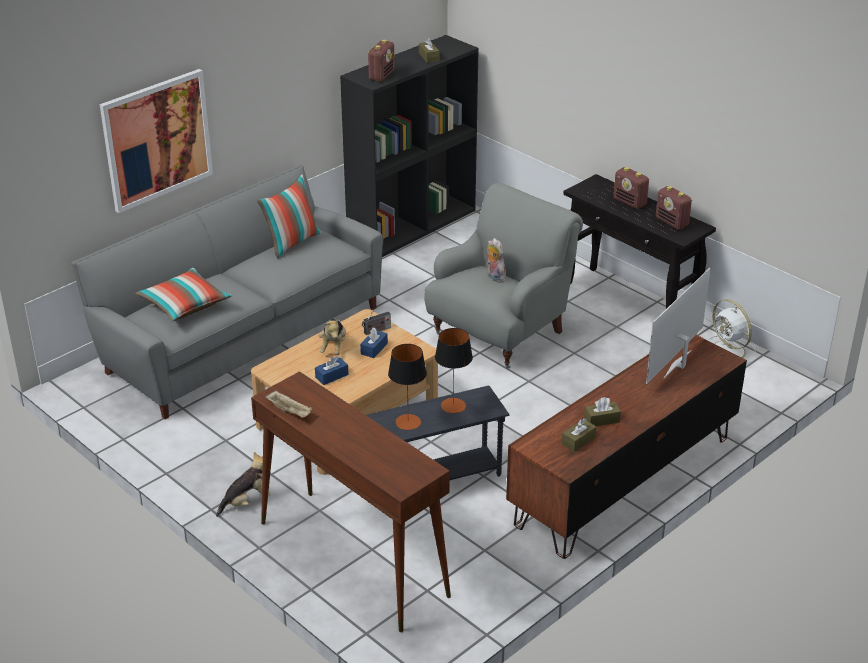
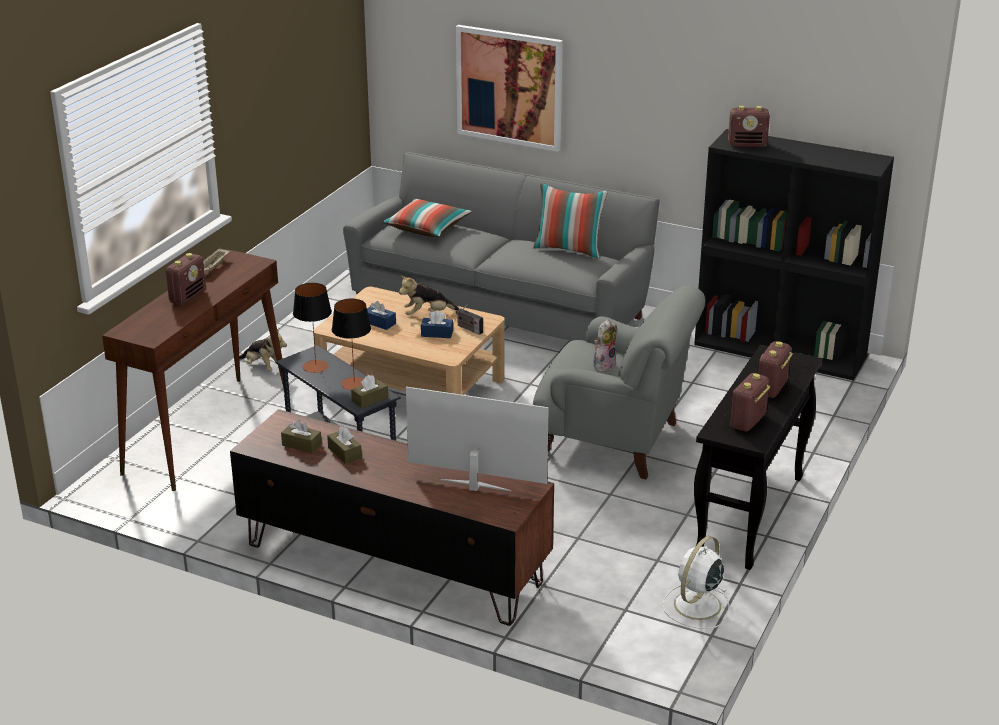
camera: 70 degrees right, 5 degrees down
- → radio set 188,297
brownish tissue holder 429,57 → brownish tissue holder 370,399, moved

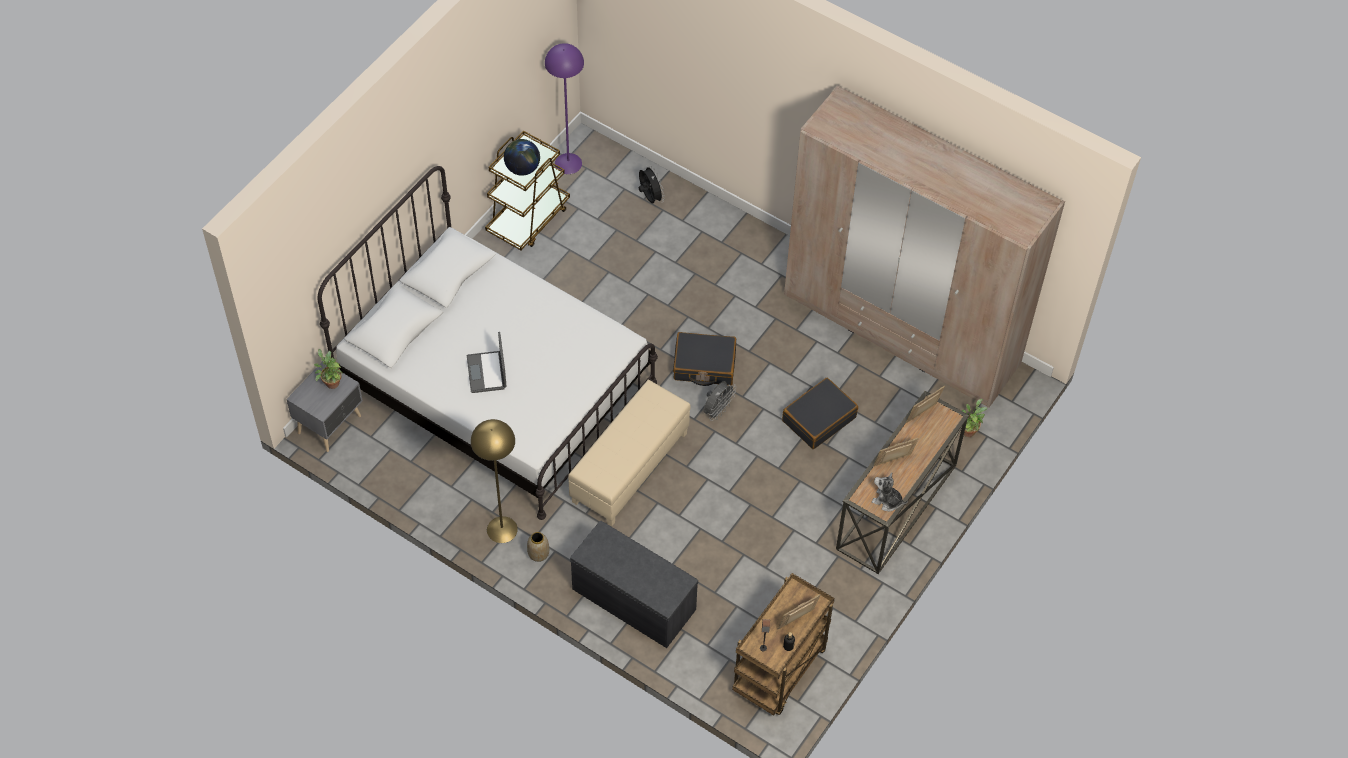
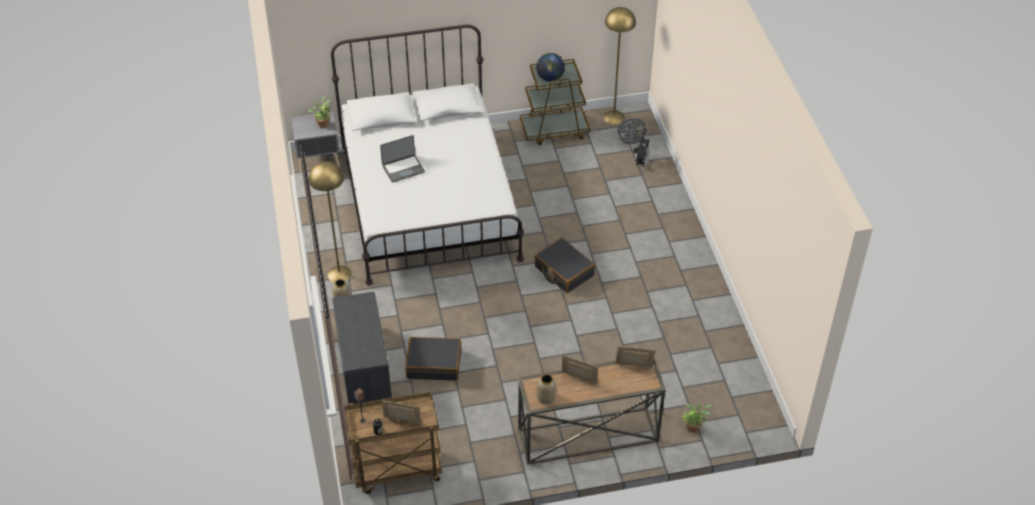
camera: 45 degrees right, 10 degrees down
sand-coloured footrest 629,466 → -
sand-coloured armoire 900,330 → -
gray fan 717,411 → gray fan 631,143, moved
black-coloured suitcase 818,419 → black-coloured suitcase 434,364, moved
cuddly toy 887,501 → flower vase 546,398
purple-coloured standing lamp 568,163 → yellow standing lamp 614,117
portable computer 487,372 → portable computer 403,168, 150 degrees counterclockwise

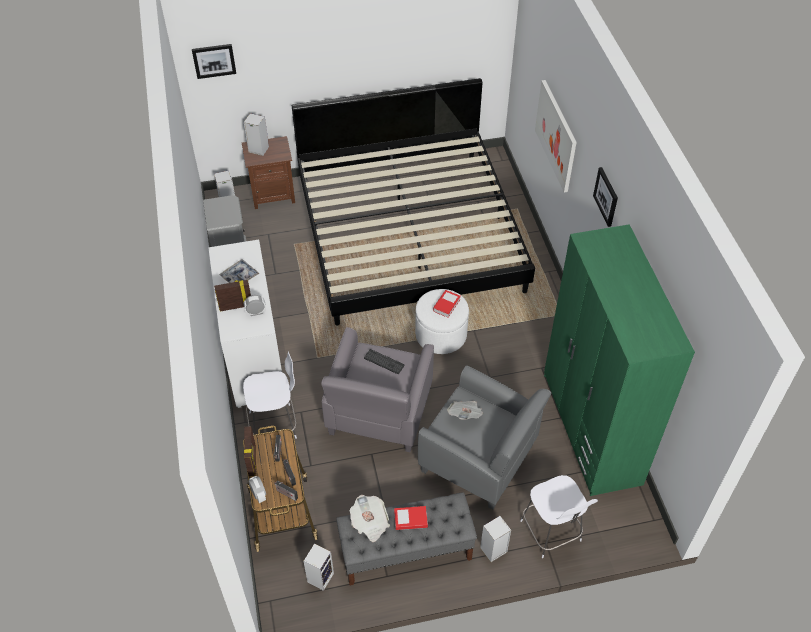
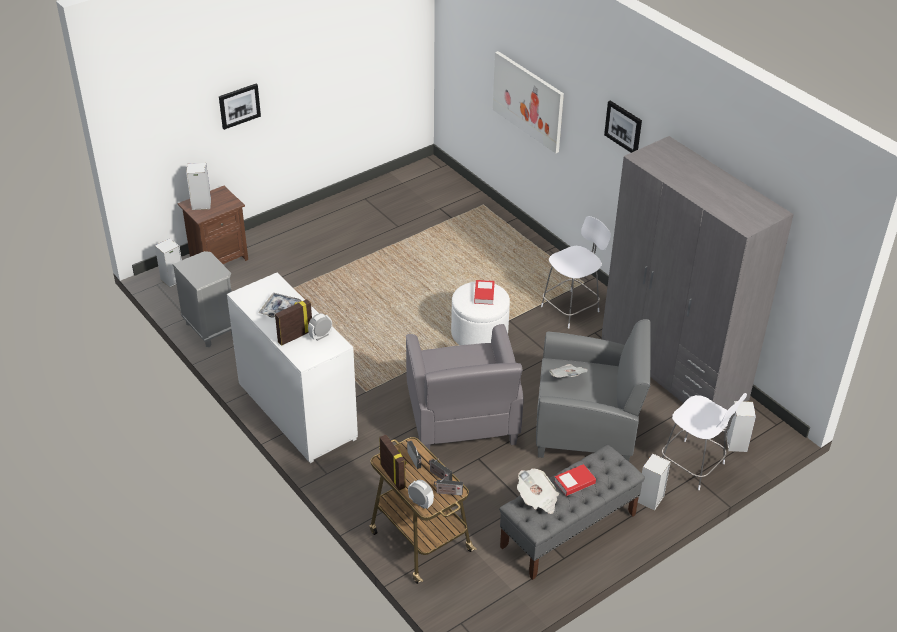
camera: 25 degrees left, 10 degrees down
sleeping bed 409,233 → -
computer keyboard 384,361 → -
picture 214,60 → picture 239,105, moved
white upright chair 275,425 → white upright chair 571,308, moved
loudspeaker 320,577 → loudspeaker 735,443, moved
greenish armoire 591,428 → gray armoire 673,369

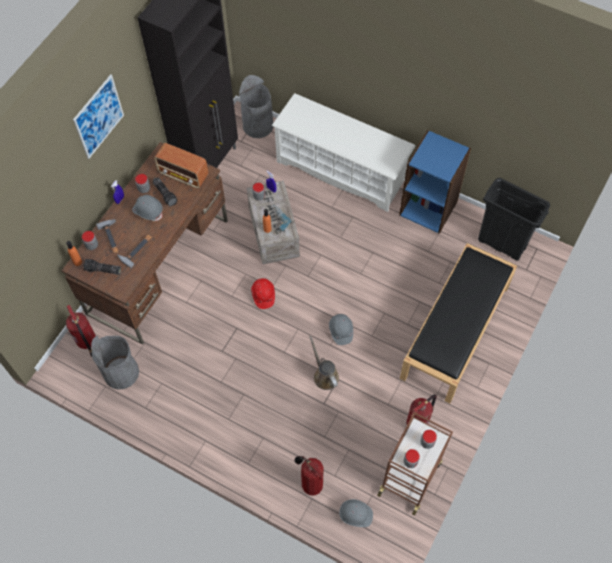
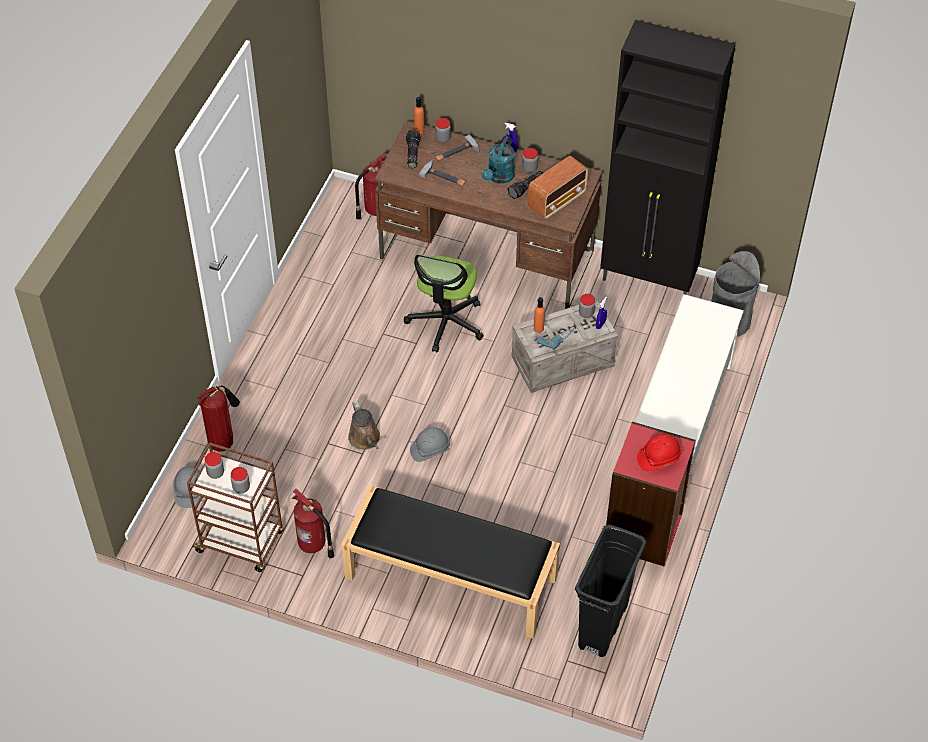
camera: 80 degrees right, 10 degrees down
picture 98,117 → -
gray waste bin 121,372 → -
- → office chair 446,322
reddish safety helmet 263,295 → reddish safety helmet 658,458, moved
gray safety helmet 148,211 → turquoise-coloured watering can 499,177
blue bookshelf 428,207 → reddish bookshelf 644,531
radio set 184,175 → radio set 557,201, 150 degrees counterclockwise
brownish watering can 324,375 → brownish watering can 365,439, 105 degrees clockwise

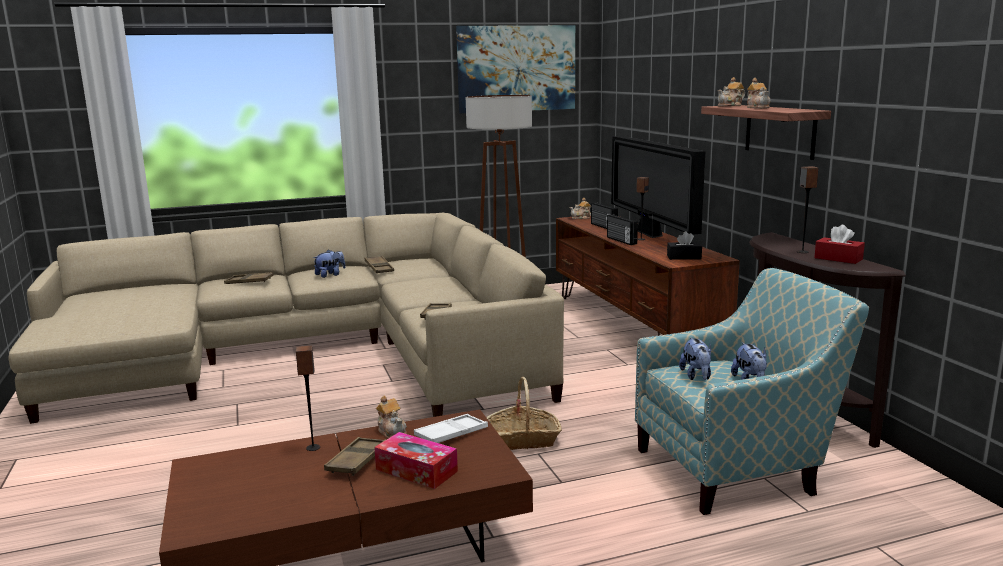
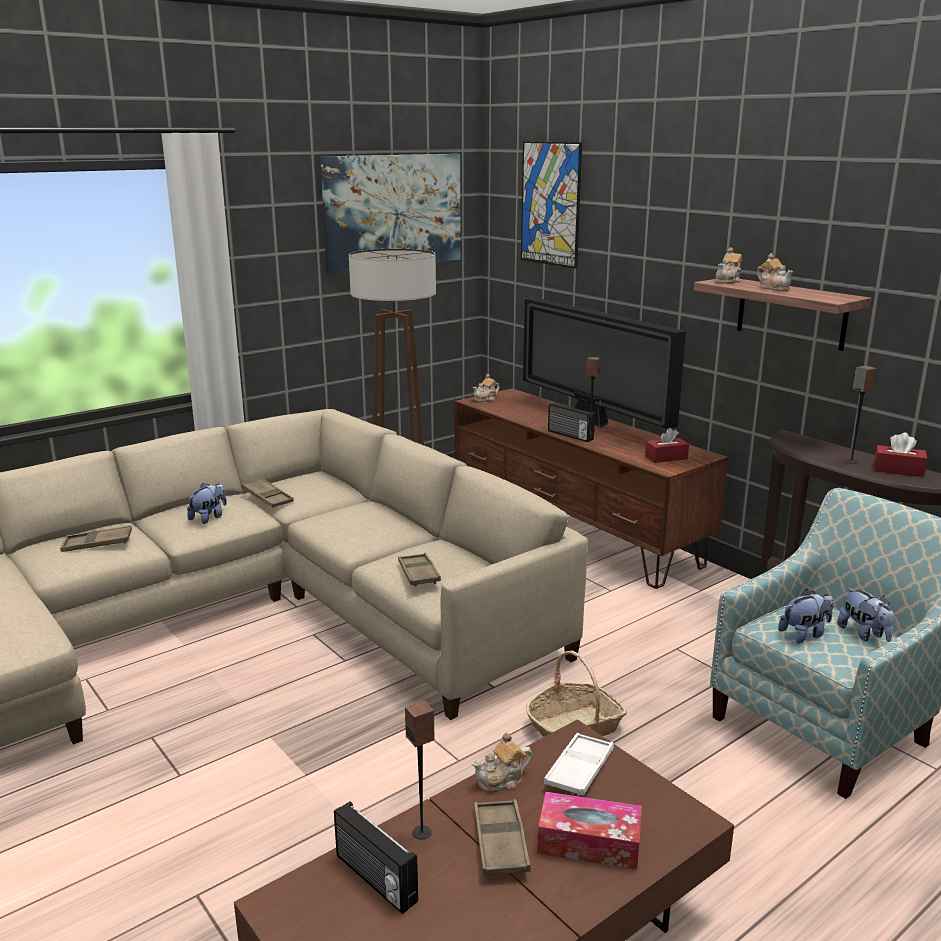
camera: 20 degrees left, 5 degrees up
- → picture 550,204
radio set 603,226 → radio set 374,879, moved
black-coloured tissue holder 684,257 → reddish tissue holder 666,458
teapot 392,431 → teapot 502,780, 120 degrees clockwise
cuddly toy 696,376 → cuddly toy 805,634, 90 degrees counterclockwise

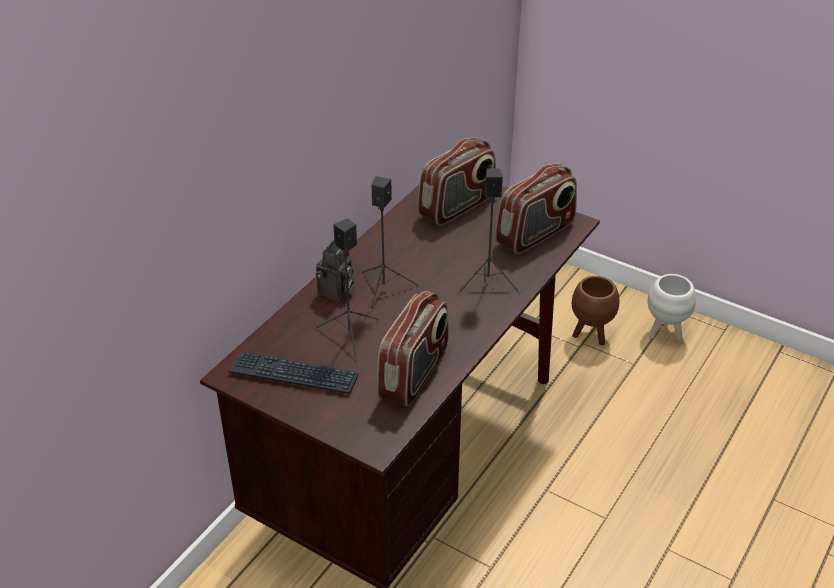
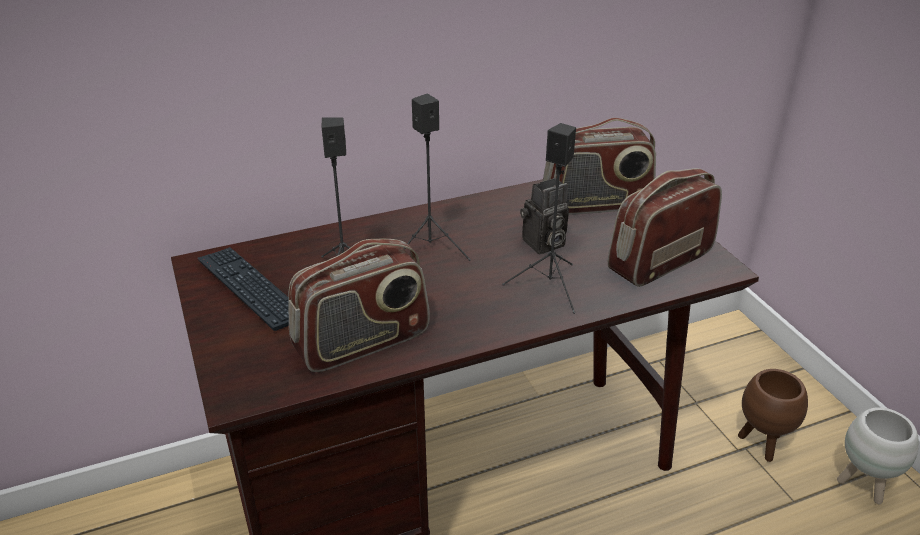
camera: 35 degrees right, 5 degrees down
photo camera 336,292 → photo camera 543,244, moved
radio set 535,234 → radio set 659,261, 150 degrees clockwise

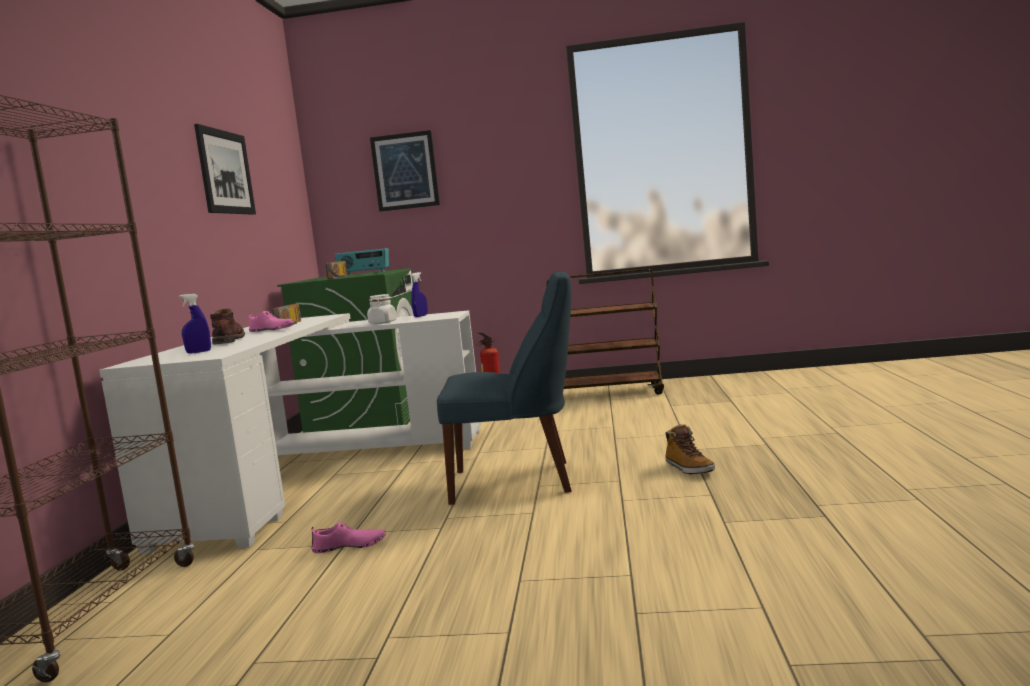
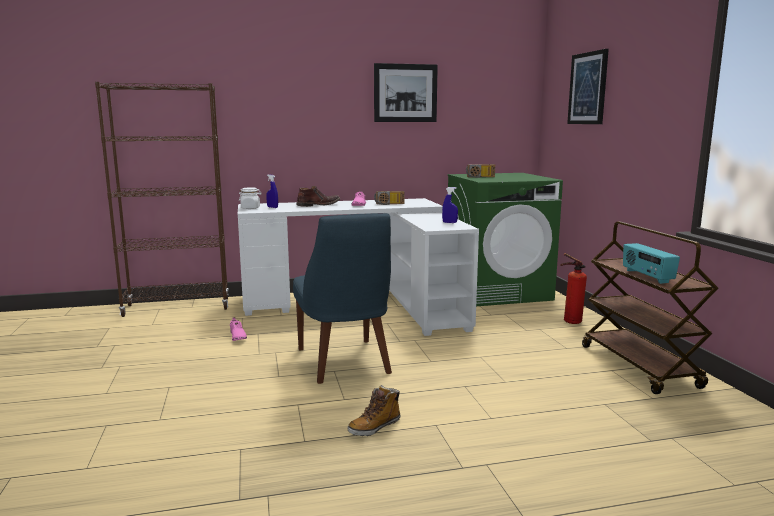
camera: 70 degrees right, 5 degrees up
radio set 364,273 → radio set 647,276, moved
white storage jar 383,322 → white storage jar 250,208, moved

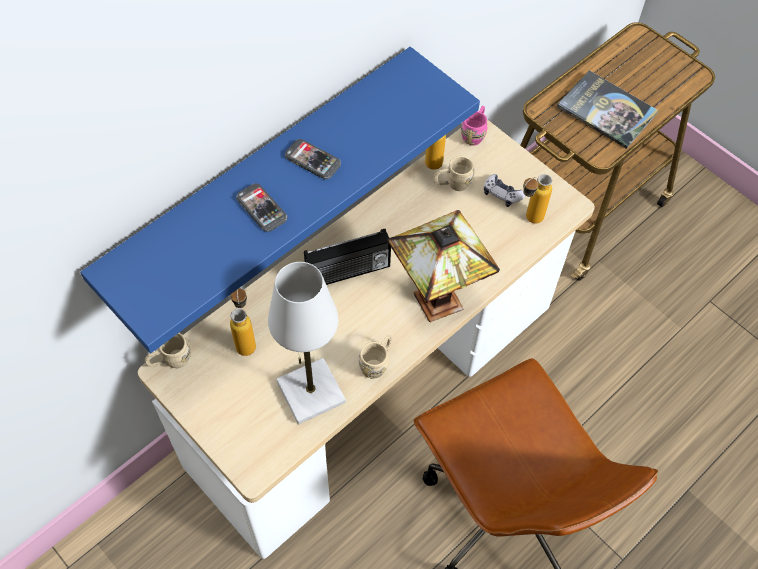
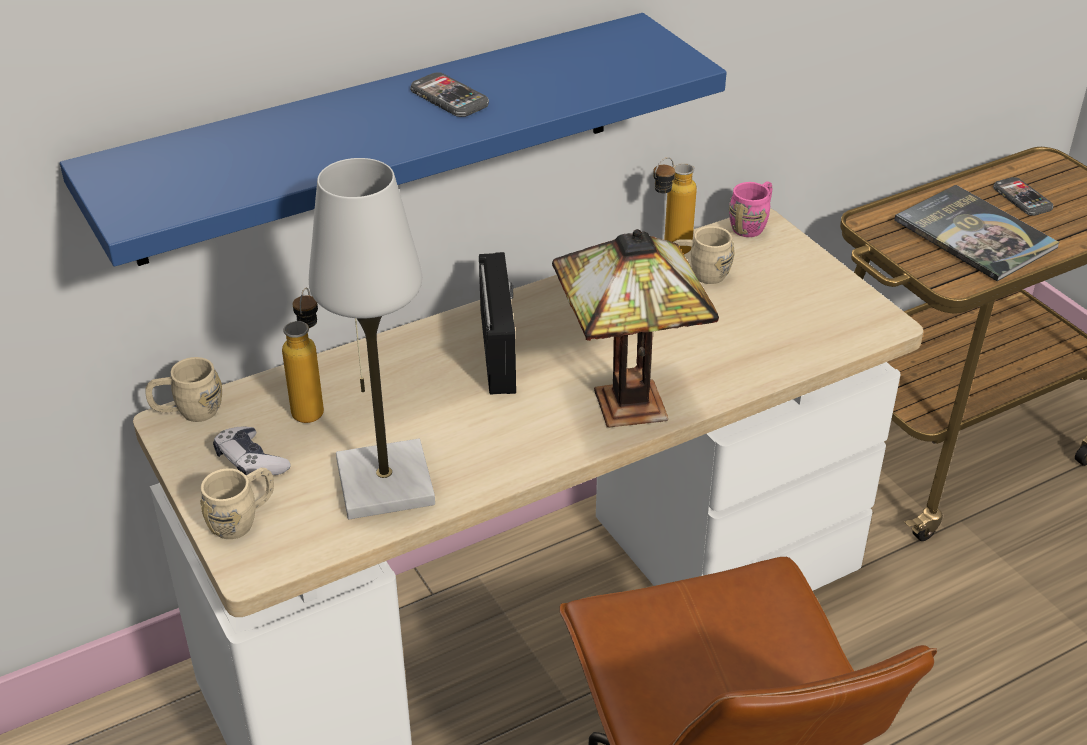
camera: 15 degrees right, 20 degrees down
bottle 528,220 → -
handset 261,208 → handset 1022,198, moved
sand-coloured tea mug 377,363 → sand-coloured tea mug 243,519, moved
joypad 502,194 → joypad 251,462, moved
radio set 348,273 → radio set 500,351, 90 degrees counterclockwise

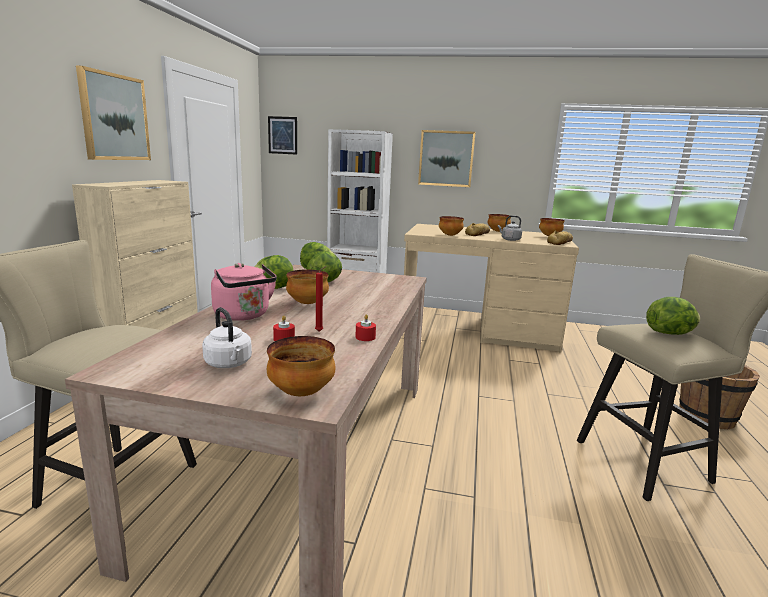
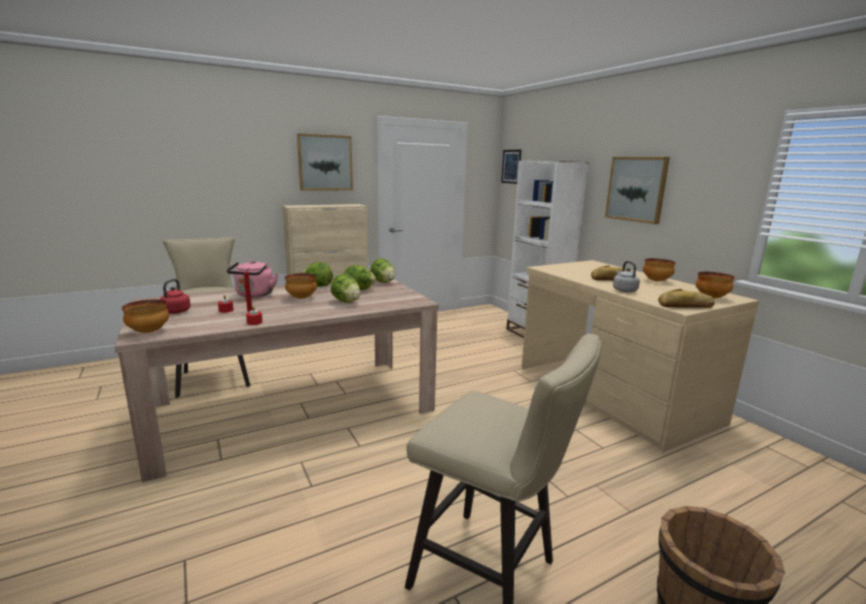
camera: 50 degrees right, 0 degrees up
deep dish 450,235 → -
lettuce head 670,333 → lettuce head 346,302, moved
white kettle 229,364 → reddish kettle 174,312

